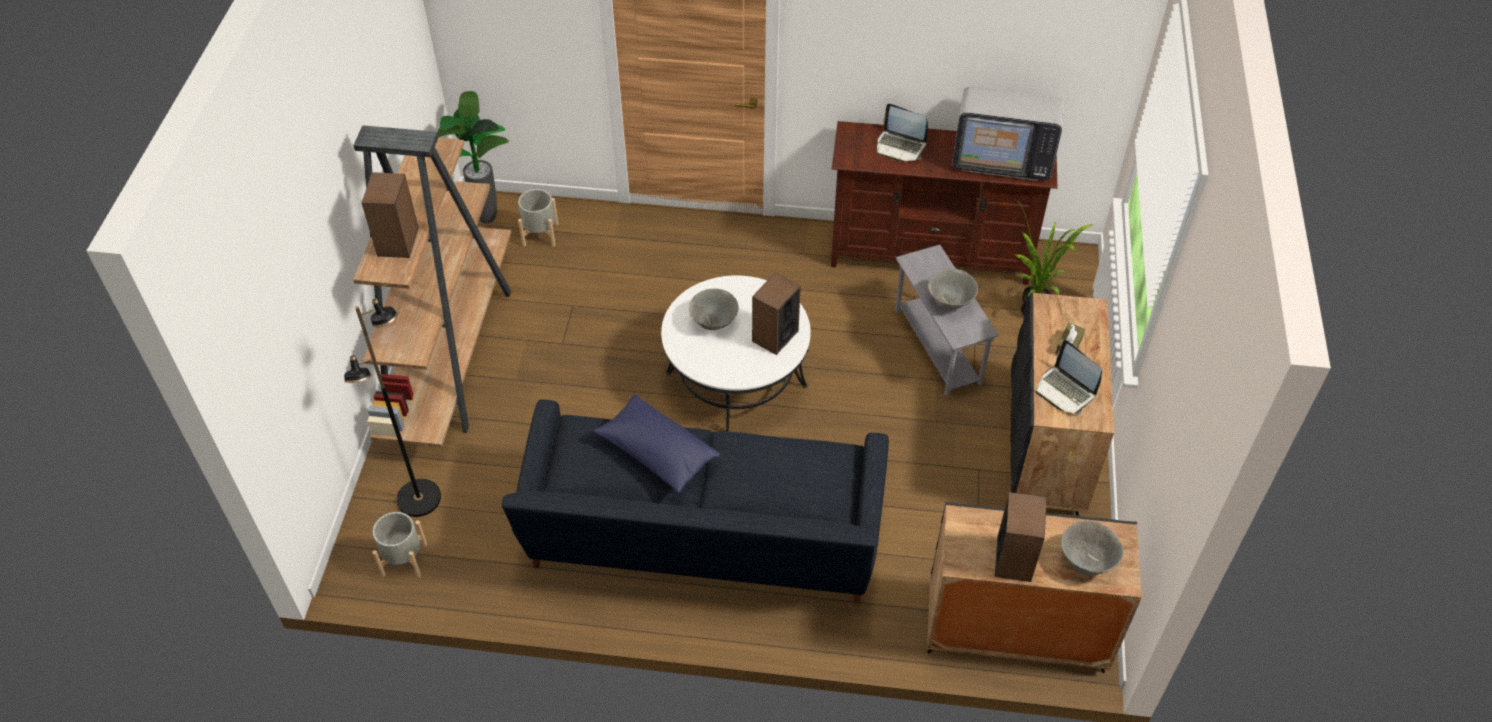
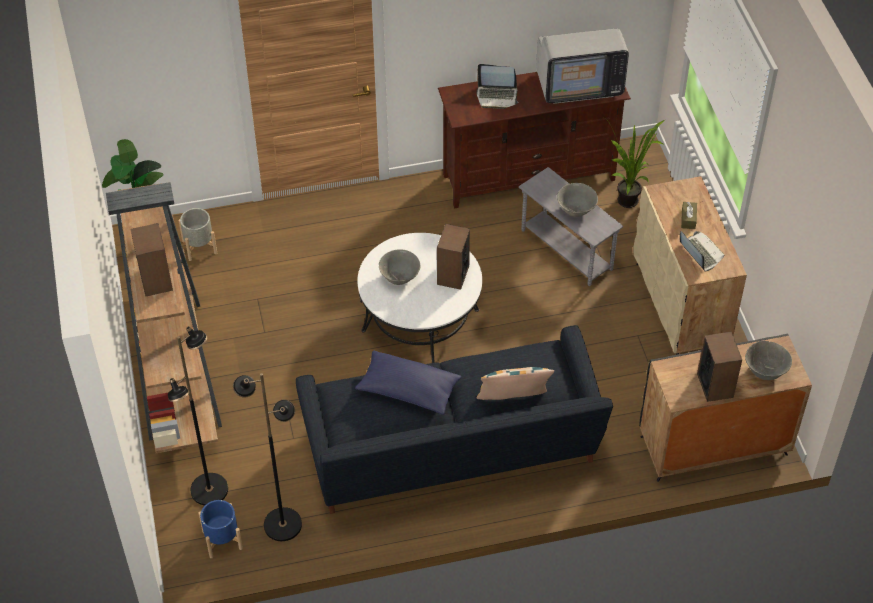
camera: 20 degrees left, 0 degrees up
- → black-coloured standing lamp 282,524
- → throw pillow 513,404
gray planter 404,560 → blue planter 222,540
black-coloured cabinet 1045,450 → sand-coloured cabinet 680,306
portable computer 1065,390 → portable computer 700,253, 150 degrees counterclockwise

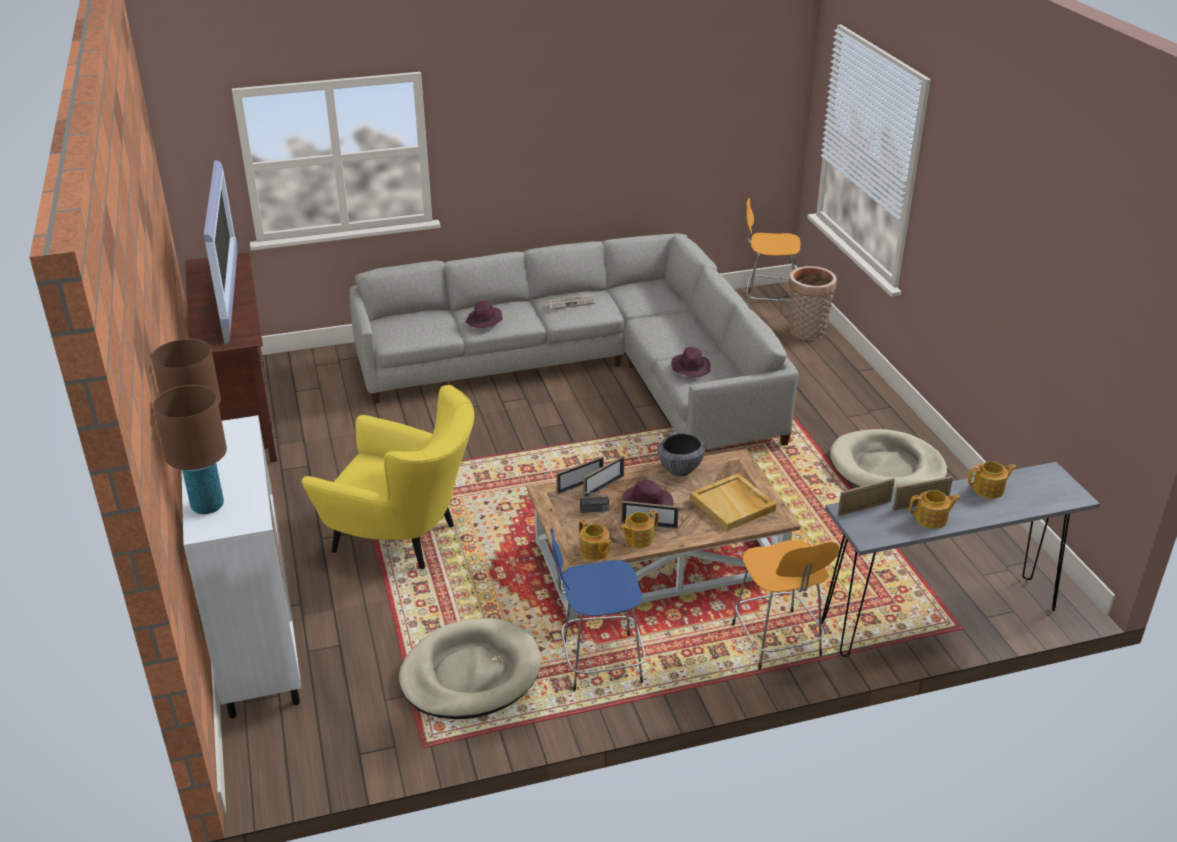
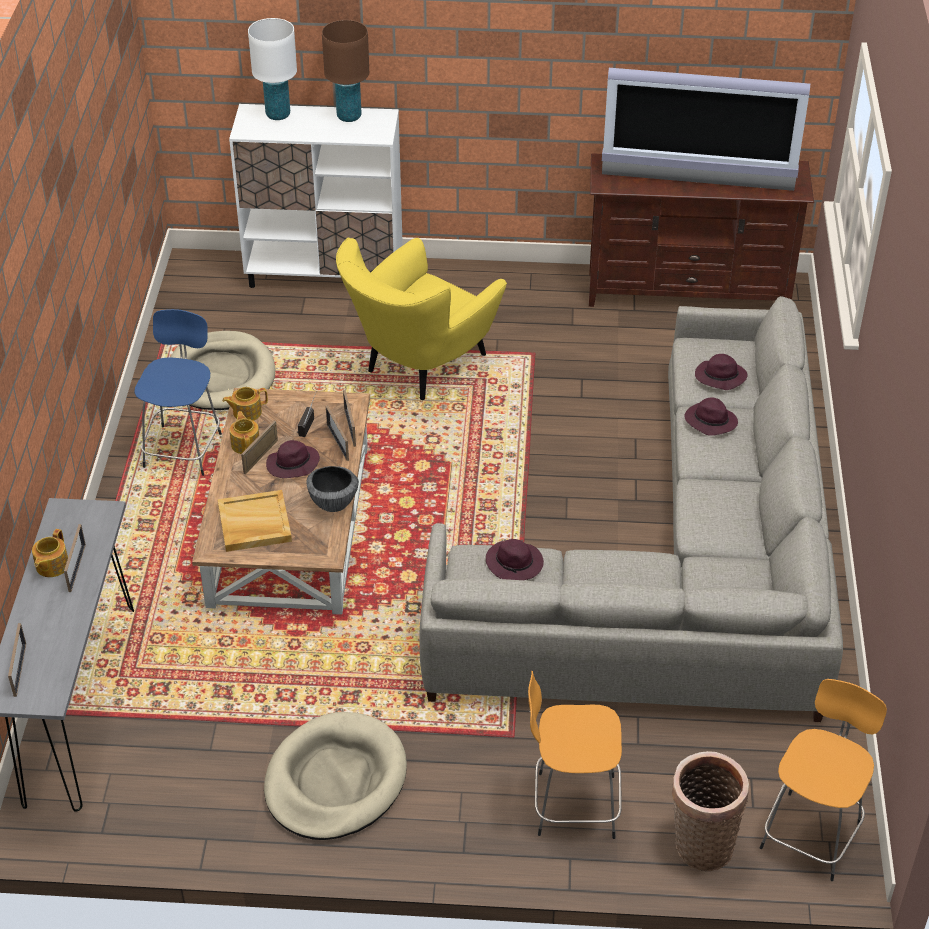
camera: 110 degrees right, 10 degrees up
newspaper 571,303 → -
teapot 989,489 → -
- → purple-coloured hat 719,377
orange sitting stool 777,643 → orange sitting stool 572,805, moved
standing frame 864,508 → standing frame 20,669, moved
brownish table lamp 208,506 → white table lamp 278,115

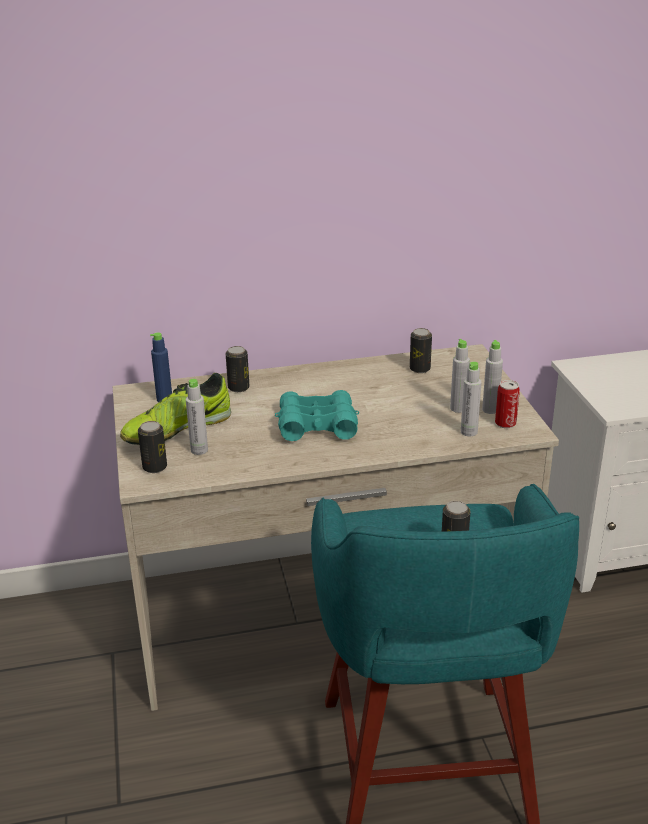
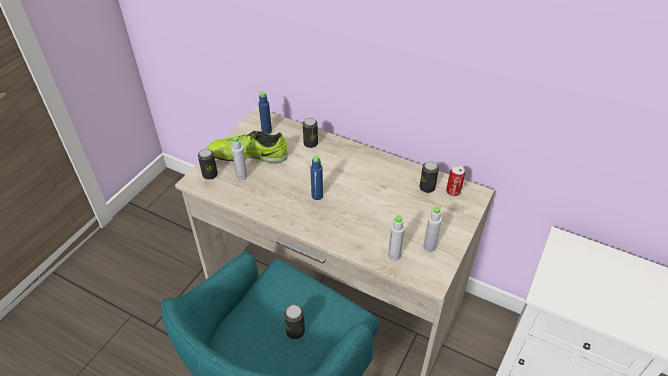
camera: 40 degrees right, 15 degrees up
gray bottle 458,408 → -
can 505,423 → can 453,191, moved
turquoise-coloured binoculars 317,425 → blue bottle 317,196

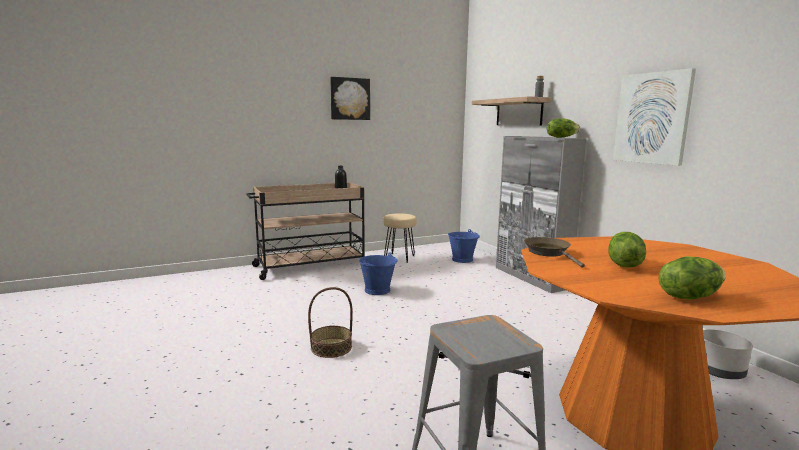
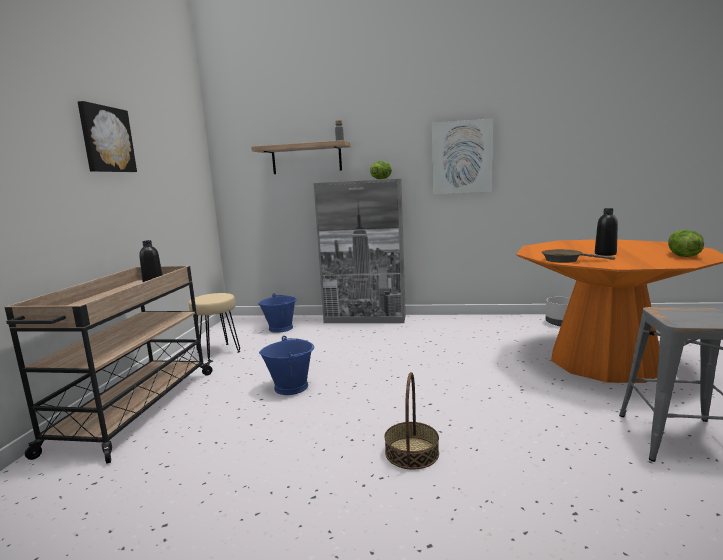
camera: 55 degrees left, 0 degrees up
lettuce head 623,264 → black-coloured bottle 605,254

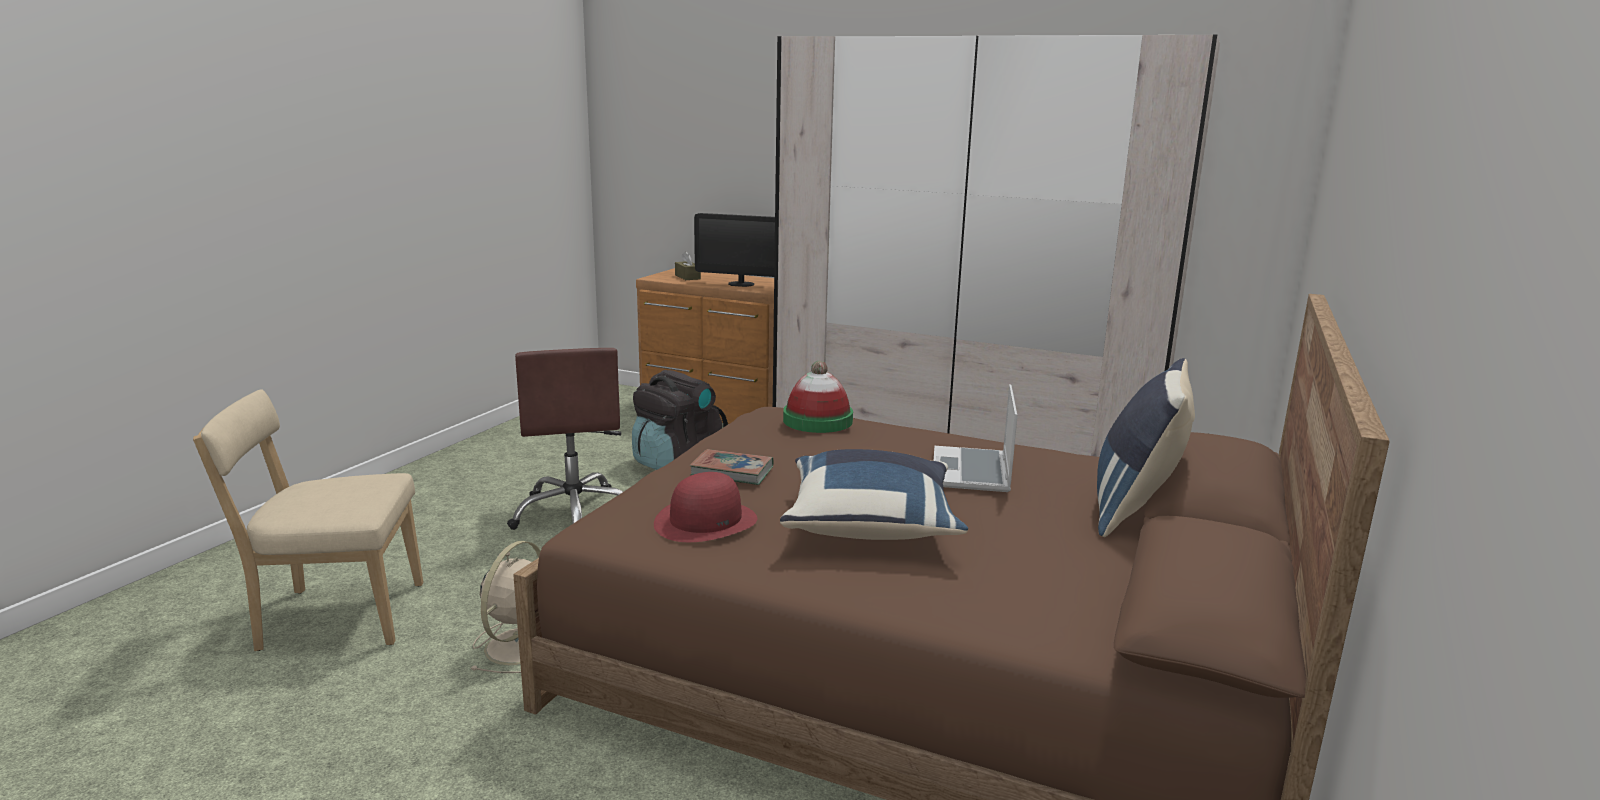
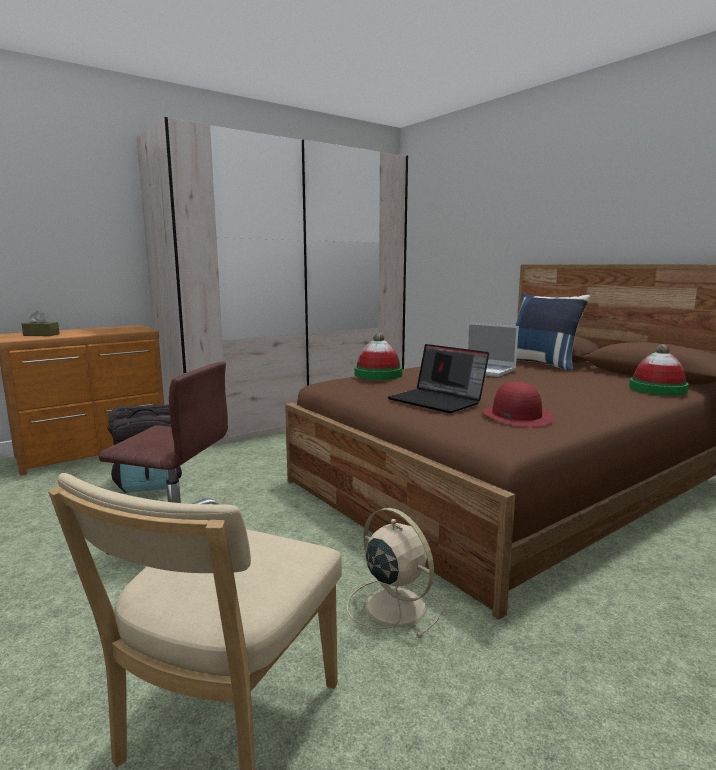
camera: 60 degrees left, 5 degrees down
computer display 741,284 → -
blue throw pillow 871,525 → -
- → hat 657,389
volume 732,472 → portable computer 438,401

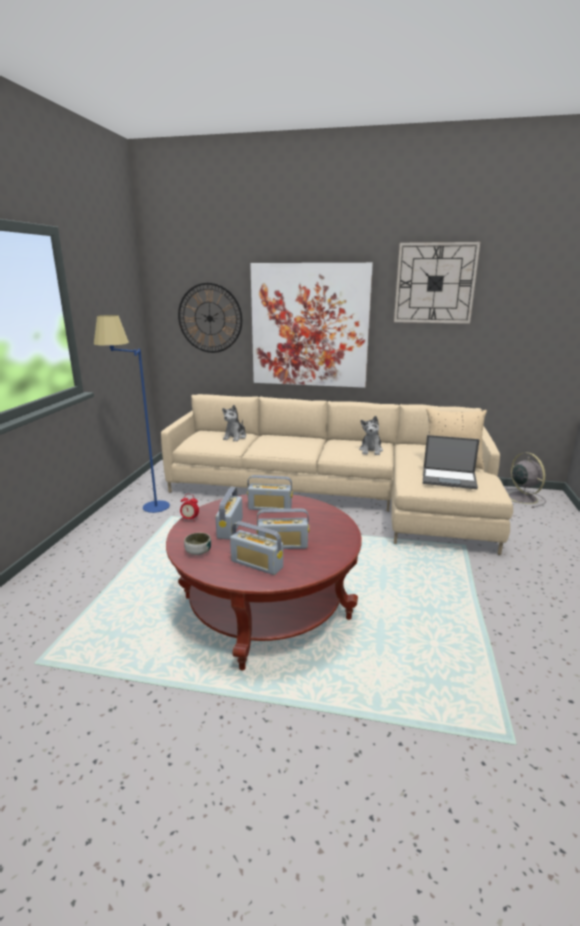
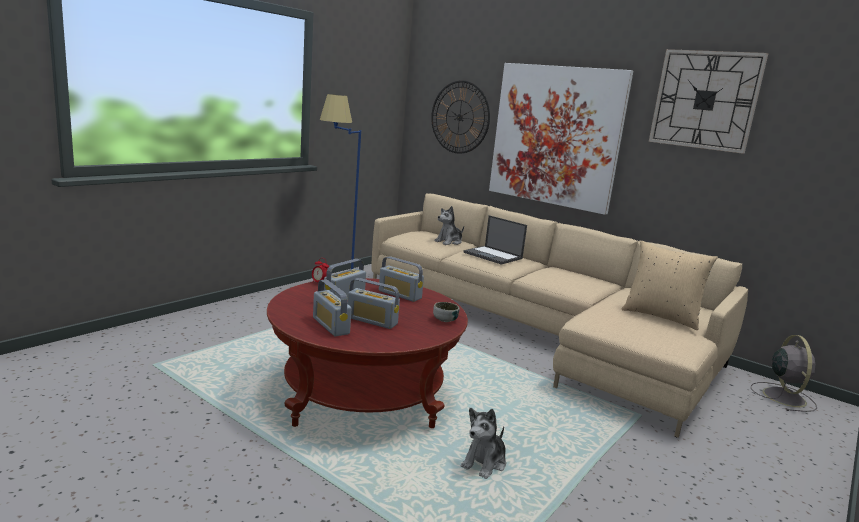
camera: 25 degrees right, 5 degrees down
deep dish 198,552 → deep dish 445,320, moved
cuddly toy 371,450 → cuddly toy 484,463, moved
portable computer 449,478 → portable computer 493,256, moved

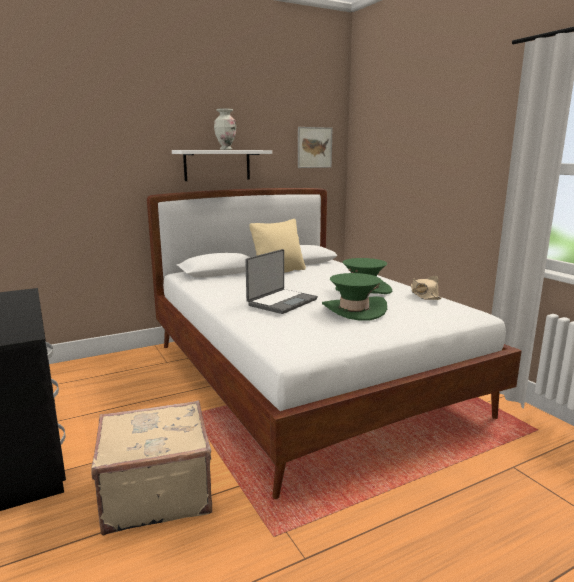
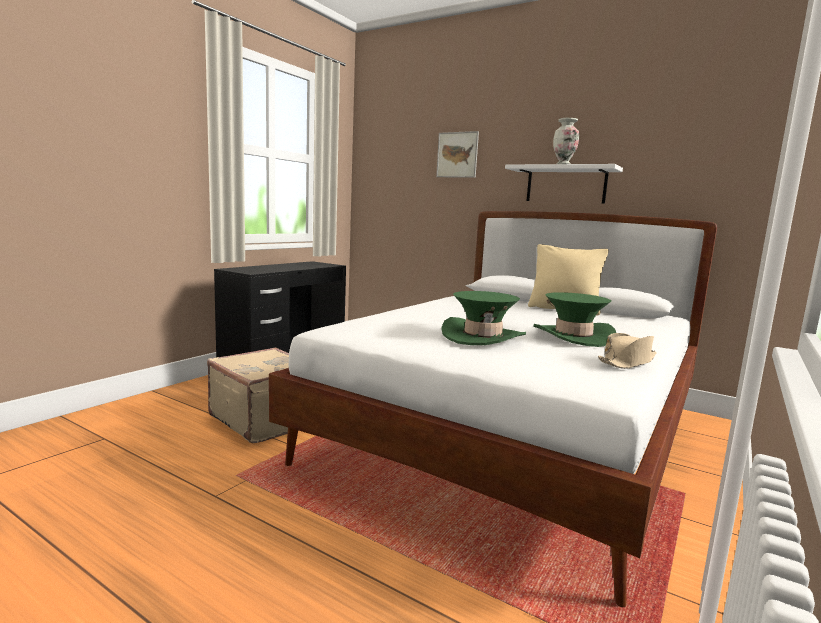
camera: 60 degrees right, 5 degrees down
portable computer 281,302 → -
picture 314,147 → picture 457,155, moved

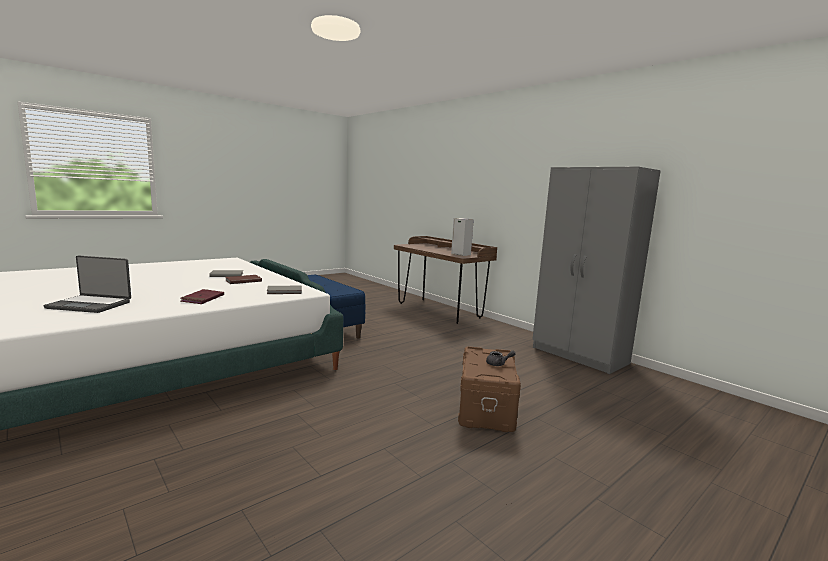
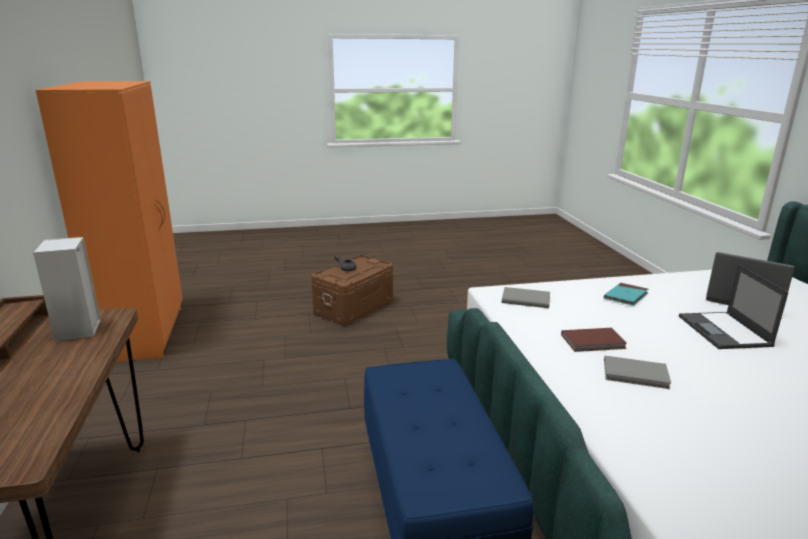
camera: 150 degrees left, 10 degrees up
- → portable computer 724,331
reddish volume 202,299 → turquoise-coloured volume 626,296
gray armoire 580,355 → orange armoire 145,333

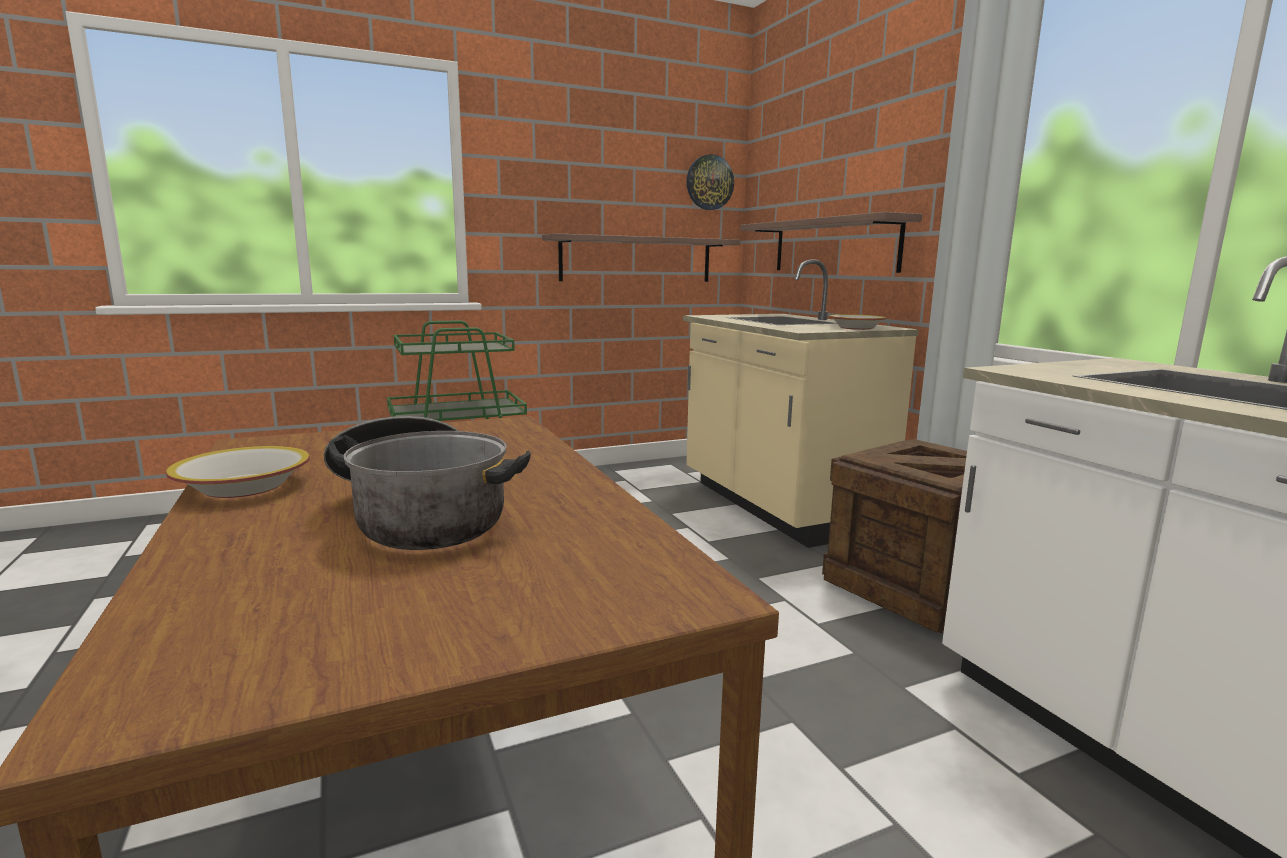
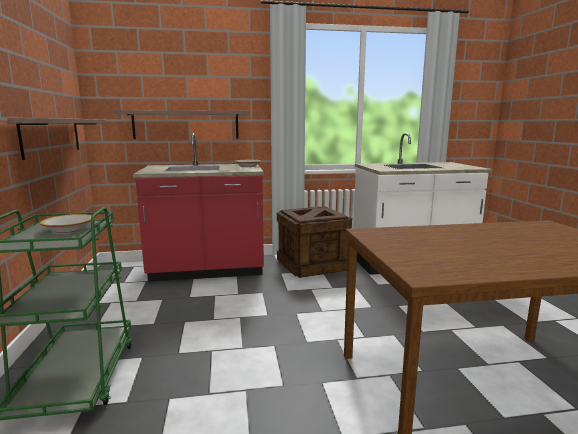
camera: 75 degrees left, 0 degrees up
saucepot 421,516 → -
hanging clock 709,182 → -
deep dish 243,486 → deep dish 68,229, moved
sand-coloured kitchen base unit 777,506 → reddish kitchen base unit 207,270

